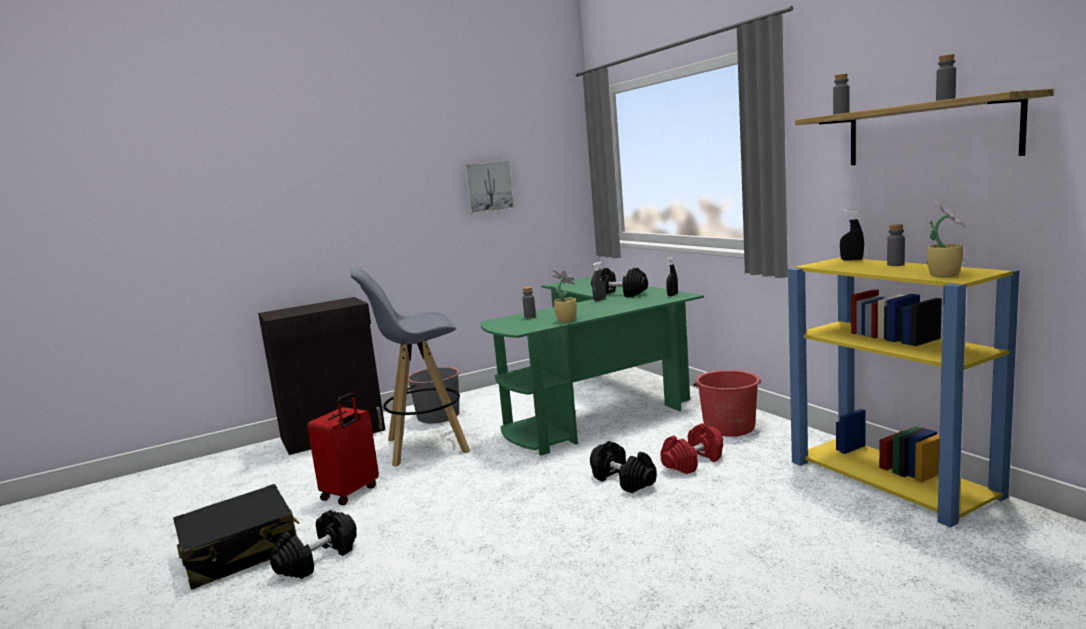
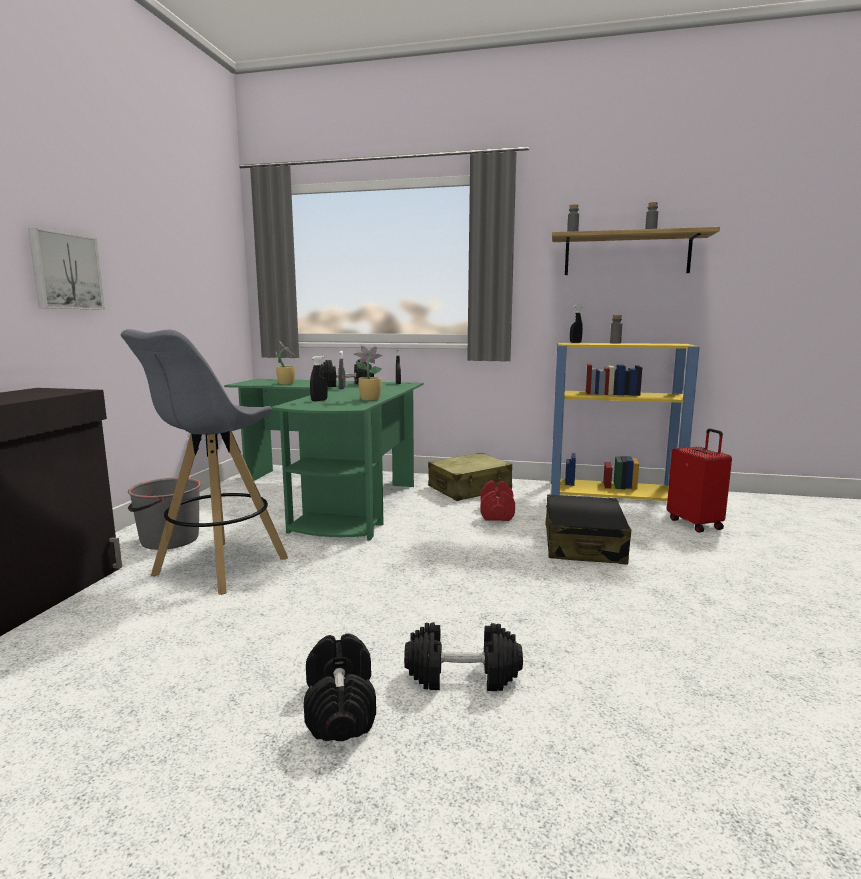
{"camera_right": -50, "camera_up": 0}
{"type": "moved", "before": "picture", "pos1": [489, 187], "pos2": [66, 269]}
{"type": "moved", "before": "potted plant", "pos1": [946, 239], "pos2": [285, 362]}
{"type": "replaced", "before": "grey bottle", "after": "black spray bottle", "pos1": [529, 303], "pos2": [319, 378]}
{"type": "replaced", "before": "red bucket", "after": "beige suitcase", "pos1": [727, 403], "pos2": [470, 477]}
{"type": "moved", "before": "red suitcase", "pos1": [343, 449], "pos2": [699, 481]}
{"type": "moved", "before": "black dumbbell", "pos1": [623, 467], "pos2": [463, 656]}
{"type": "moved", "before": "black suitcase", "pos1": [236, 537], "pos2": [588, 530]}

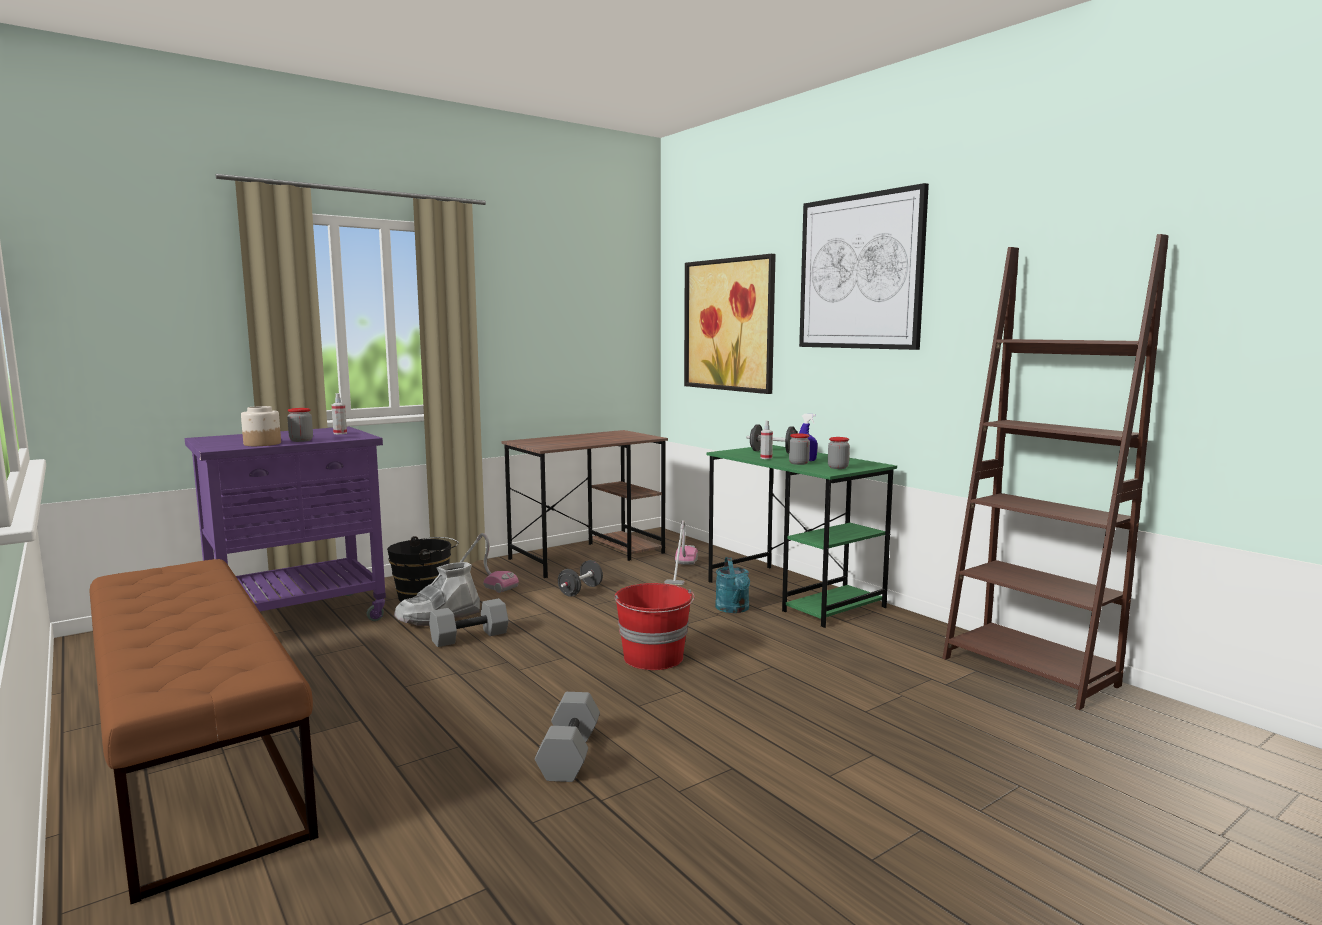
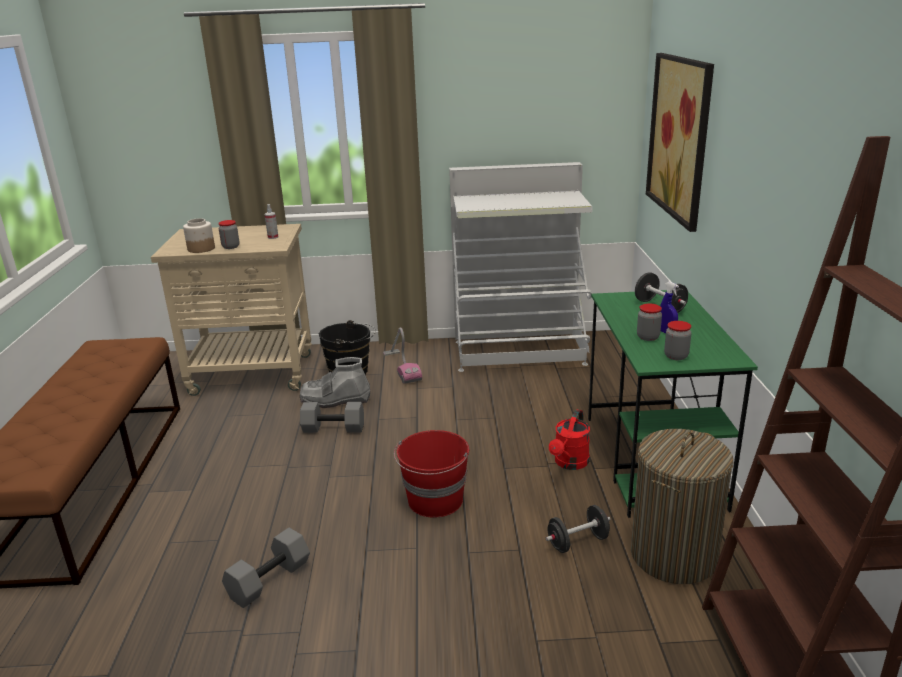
{"camera_right": 35, "camera_up": 15}
{"type": "removed", "before": "picture", "pos1": [864, 266]}
{"type": "removed", "before": "spray bottle", "pos1": [766, 440]}
{"type": "recoloured", "before": "purple cart", "after": "beige cart", "pos1": [285, 524], "pos2": [231, 310]}
{"type": "replaced", "before": "brown desk", "after": "white shoe rack", "pos1": [585, 504], "pos2": [520, 267]}
{"type": "removed", "before": "vacuum cleaner", "pos1": [681, 552]}
{"type": "recoloured", "before": "turquoise watering can", "after": "red watering can", "pos1": [732, 585], "pos2": [569, 439]}
{"type": "moved", "before": "black dumbbell", "pos1": [580, 578], "pos2": [578, 529]}
{"type": "added", "after": "laundry basket", "pos2": [682, 506]}

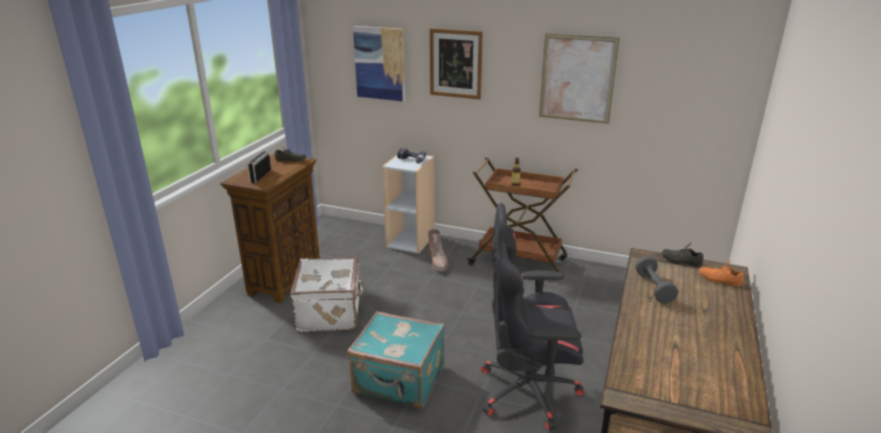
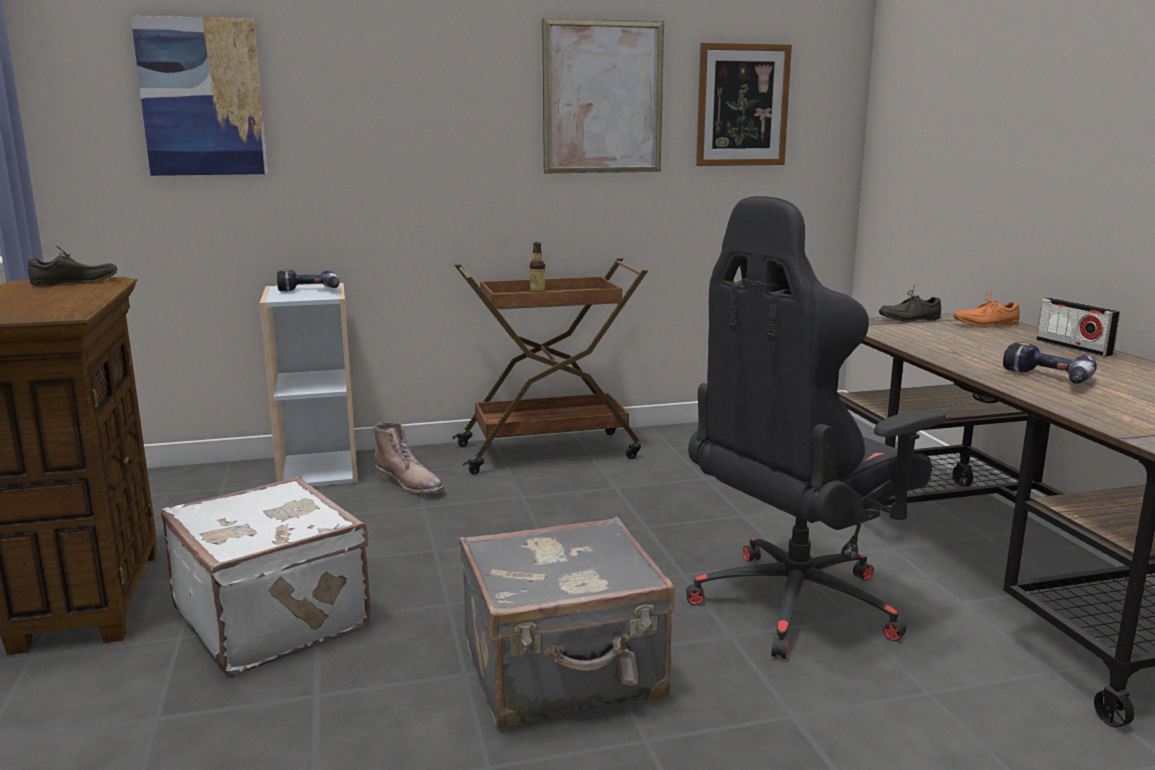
{"camera_right": -35, "camera_up": -10}
{"type": "moved", "before": "picture", "pos1": [456, 63], "pos2": [744, 104]}
{"type": "moved", "before": "radio", "pos1": [259, 167], "pos2": [1078, 327]}
{"type": "removed", "before": "grey dumbbell", "pos1": [656, 279]}
{"type": "recoloured", "before": "turquoise suitcase", "after": "grey suitcase", "pos1": [396, 359], "pos2": [567, 622]}
{"type": "added", "after": "power drill", "pos2": [1050, 363]}

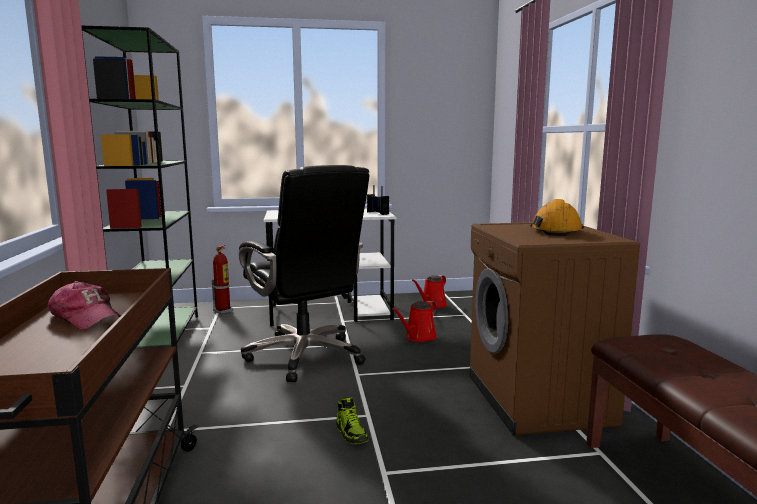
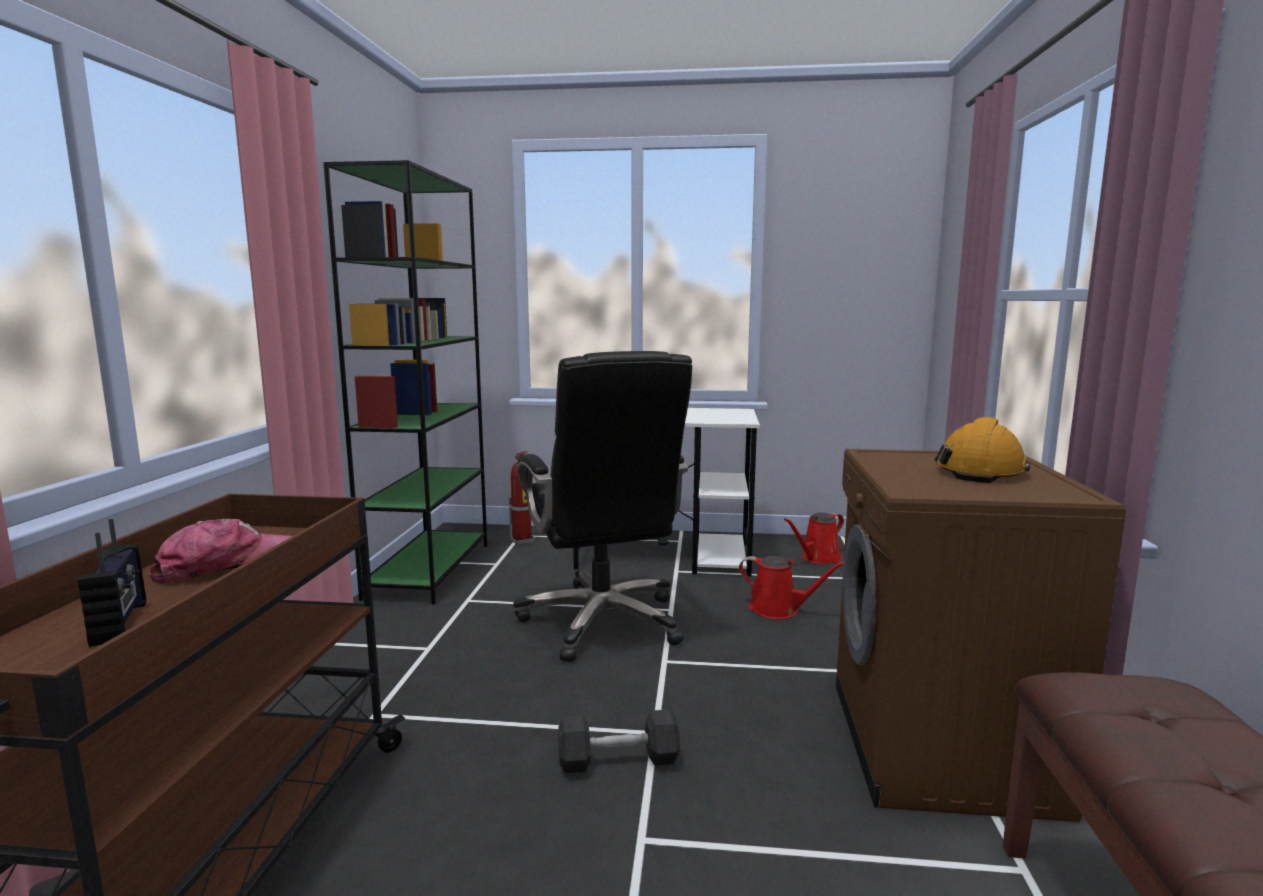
{"camera_right": 15, "camera_up": 0}
{"type": "moved", "before": "radio", "pos1": [378, 200], "pos2": [112, 582]}
{"type": "turned", "before": "cap", "pos1": [84, 305], "pos2": [220, 551], "turn": -90}
{"type": "turned", "before": "red watering can", "pos1": [414, 321], "pos2": [791, 587], "turn": -120}
{"type": "replaced", "before": "shoe", "after": "grey dumbbell", "pos1": [352, 420], "pos2": [619, 741]}

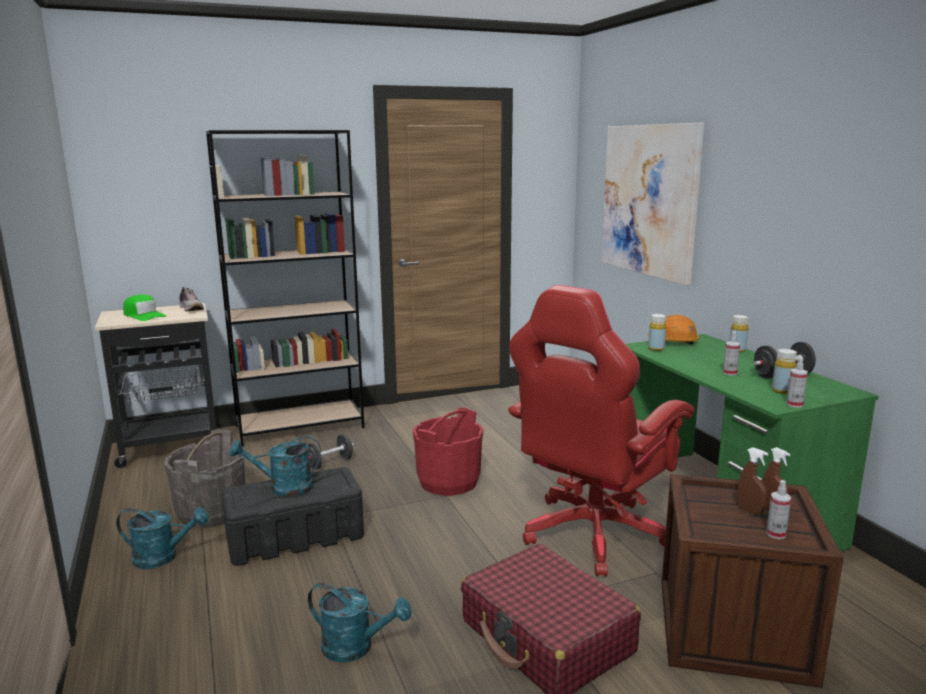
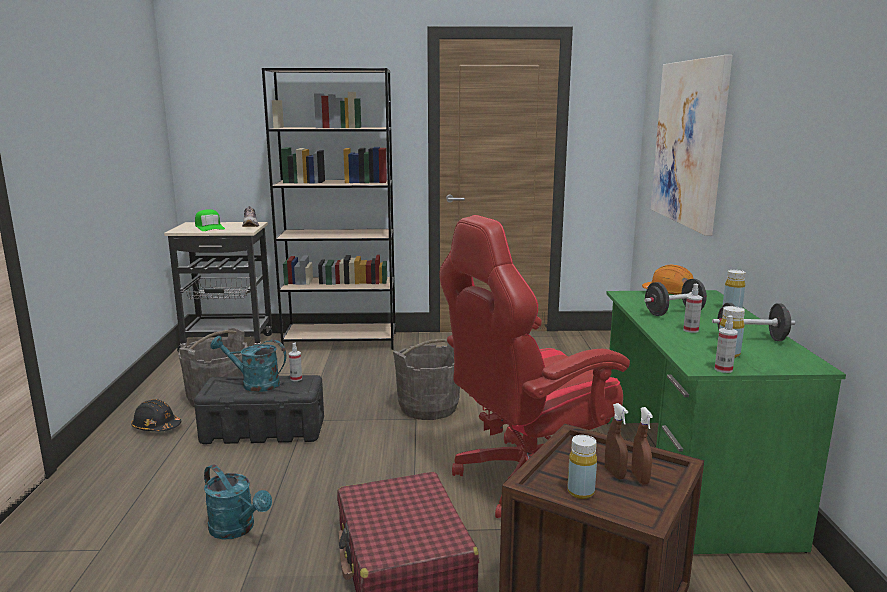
{"camera_right": 20, "camera_up": 0}
{"type": "moved", "before": "yellow bottle", "pos1": [657, 332], "pos2": [582, 467]}
{"type": "recoloured", "before": "red bucket", "after": "grey bucket", "pos1": [448, 452], "pos2": [426, 379]}
{"type": "moved", "before": "black dumbbell", "pos1": [331, 451], "pos2": [675, 297]}
{"type": "moved", "before": "spray bottle", "pos1": [778, 509], "pos2": [295, 362]}
{"type": "replaced", "before": "turquoise watering can", "after": "black hard hat", "pos1": [162, 538], "pos2": [156, 415]}

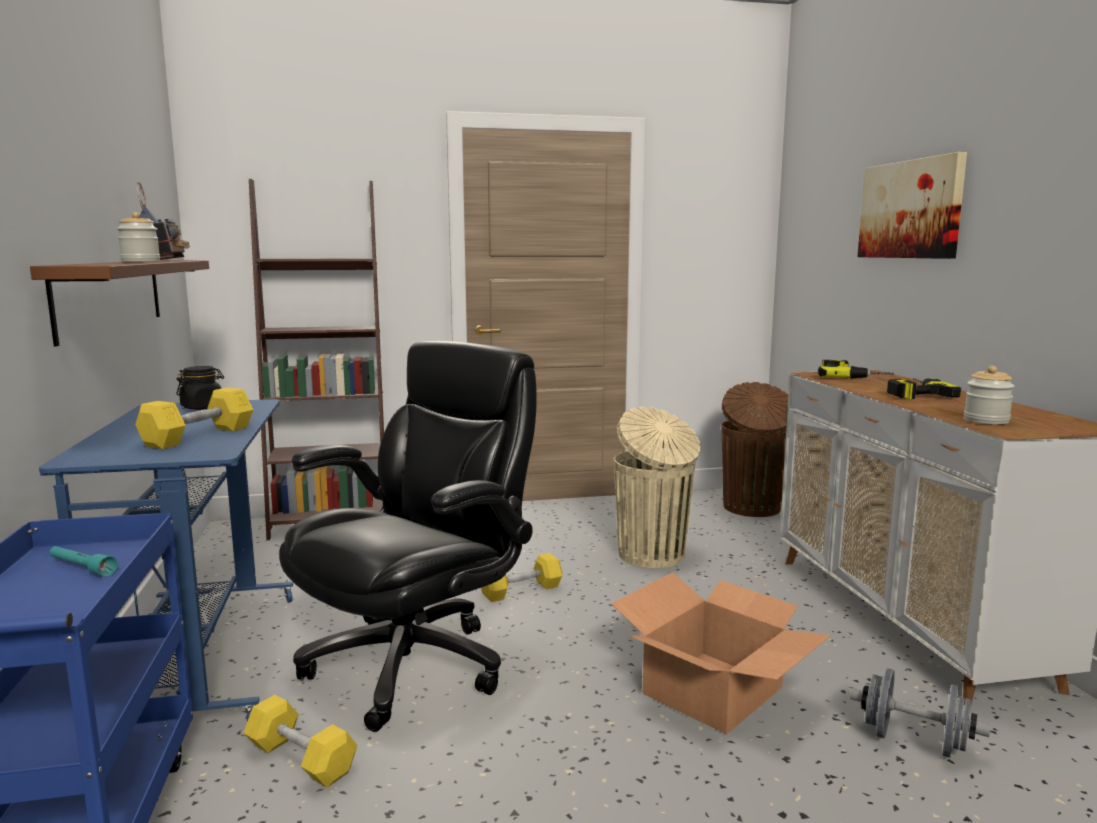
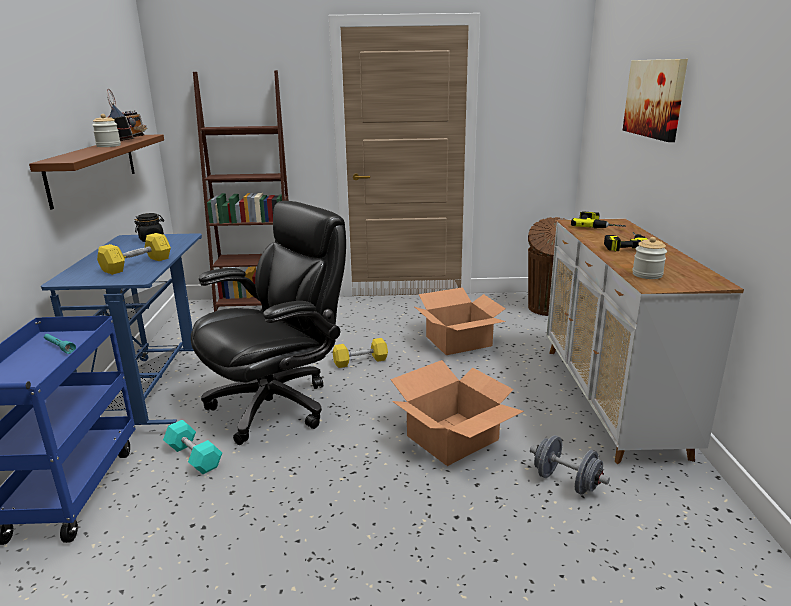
{"camera_right": 10, "camera_up": 10}
{"type": "replaced", "before": "beige trash can", "after": "cardboard box", "pos1": [657, 487], "pos2": [460, 321]}
{"type": "recoloured", "before": "yellow dumbbell", "after": "turquoise dumbbell", "pos1": [300, 741], "pos2": [192, 447]}

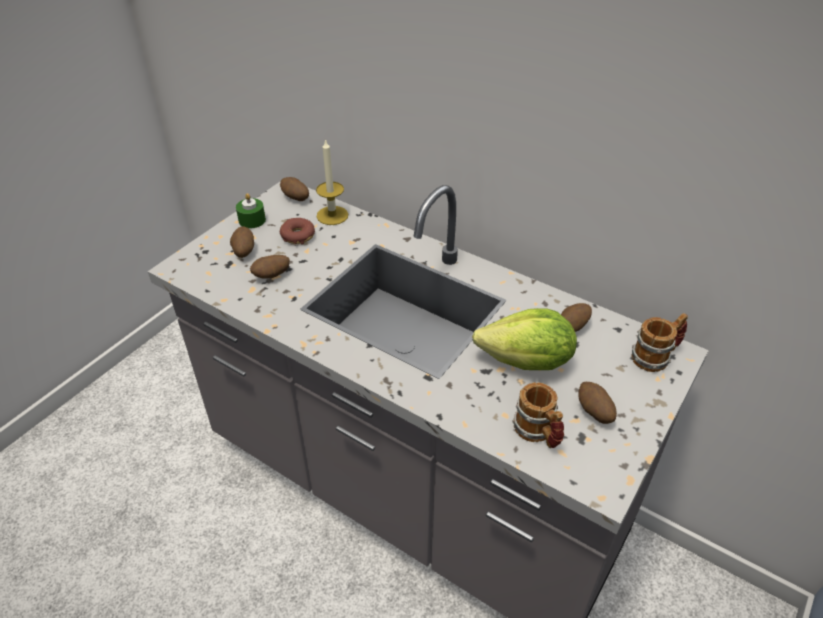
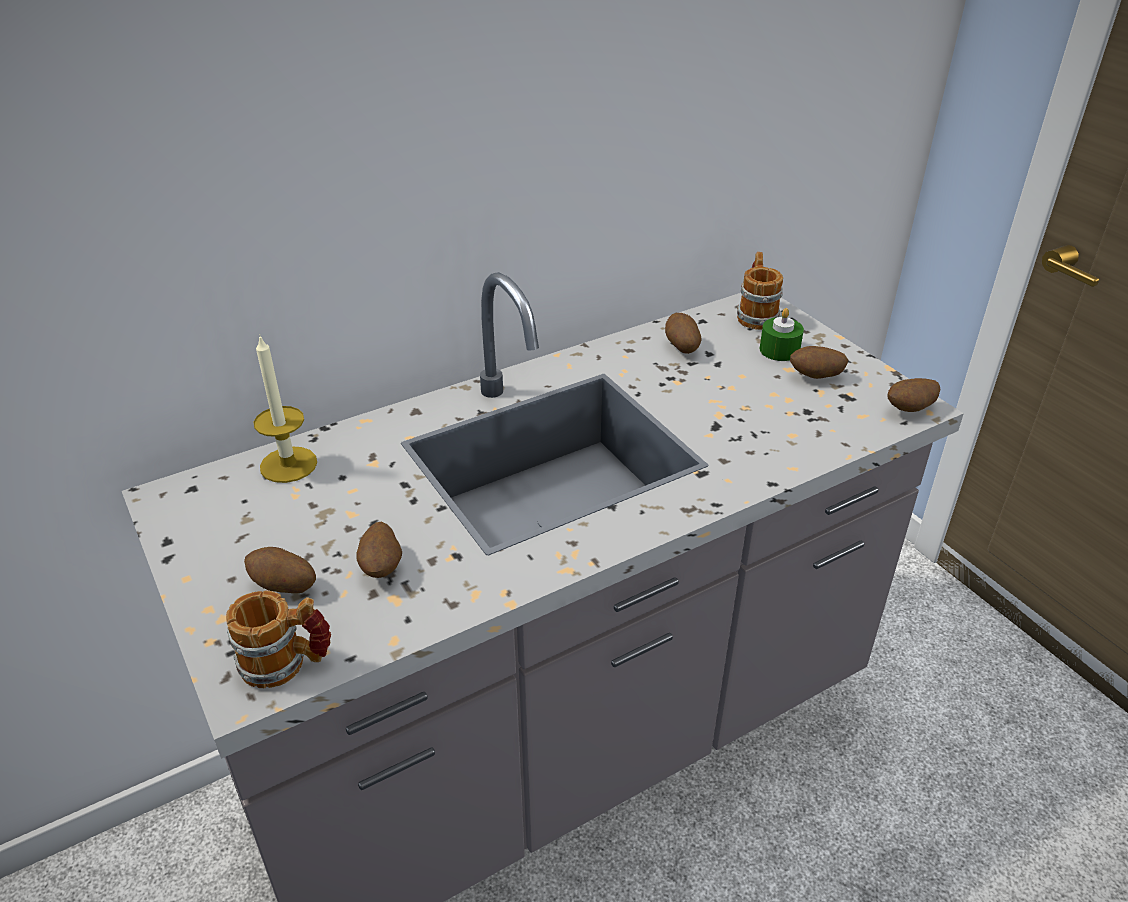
{"camera_right": -65, "camera_up": -5}
{"type": "moved", "before": "potato", "pos1": [294, 189], "pos2": [914, 395]}
{"type": "moved", "before": "green candle", "pos1": [251, 211], "pos2": [782, 334]}
{"type": "removed", "before": "donut", "pos1": [297, 231]}
{"type": "removed", "before": "lettuce", "pos1": [524, 339]}
{"type": "moved", "before": "mug", "pos1": [538, 415], "pos2": [278, 639]}

